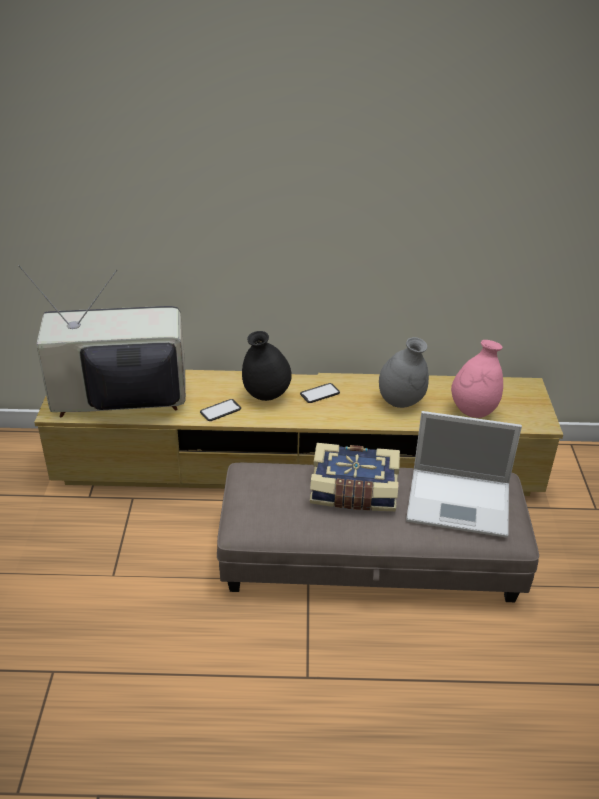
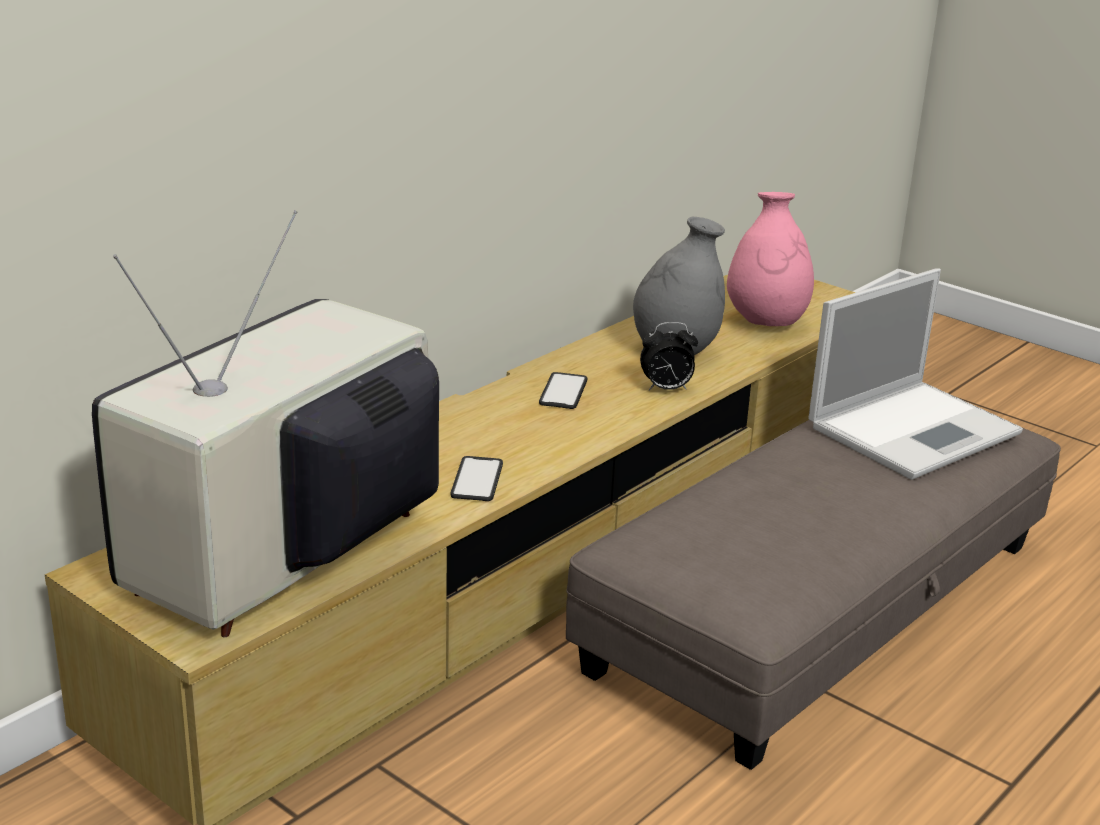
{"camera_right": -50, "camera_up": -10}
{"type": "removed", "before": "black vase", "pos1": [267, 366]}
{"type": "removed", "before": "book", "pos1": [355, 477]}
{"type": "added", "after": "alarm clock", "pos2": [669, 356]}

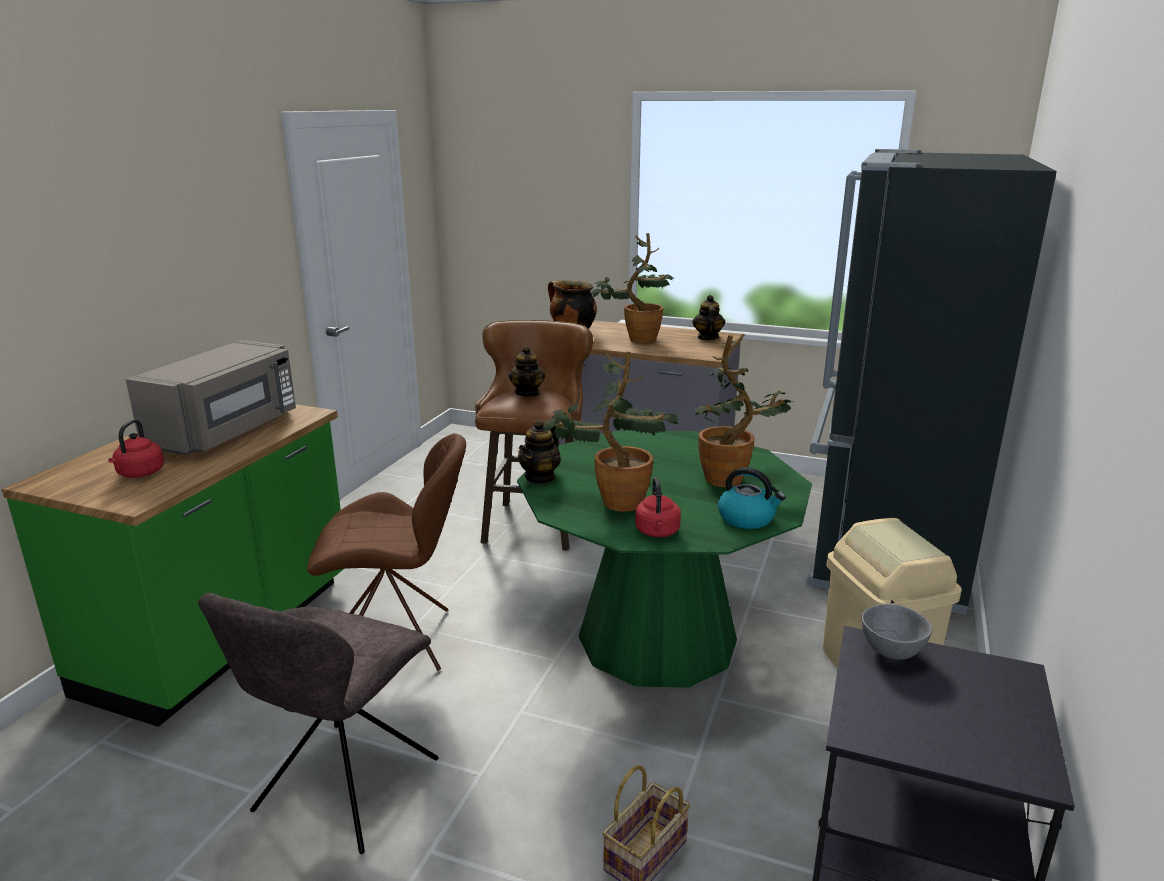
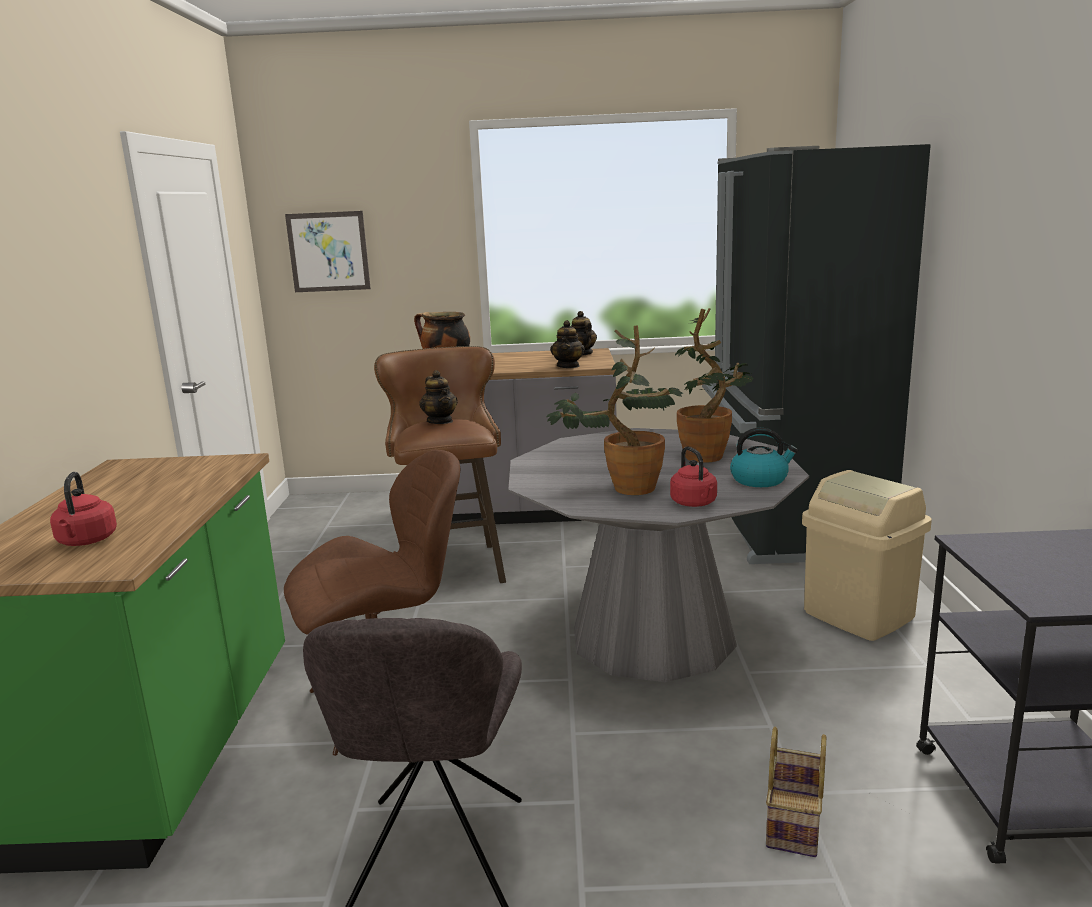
{"camera_right": -20, "camera_up": -5}
{"type": "removed", "before": "potted plant", "pos1": [632, 288]}
{"type": "removed", "before": "grey microwave", "pos1": [211, 397]}
{"type": "moved", "before": "teapot", "pos1": [539, 452], "pos2": [567, 344]}
{"type": "recoloured", "before": "green dining table", "after": "grey dining table", "pos1": [664, 559], "pos2": [658, 555]}
{"type": "removed", "before": "grey bowl", "pos1": [896, 632]}
{"type": "added", "after": "picture", "pos2": [328, 251]}

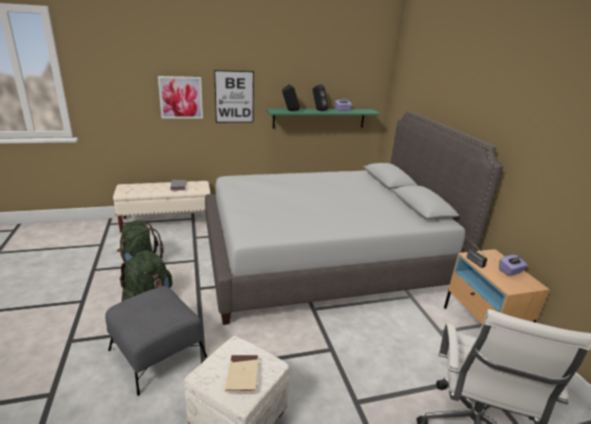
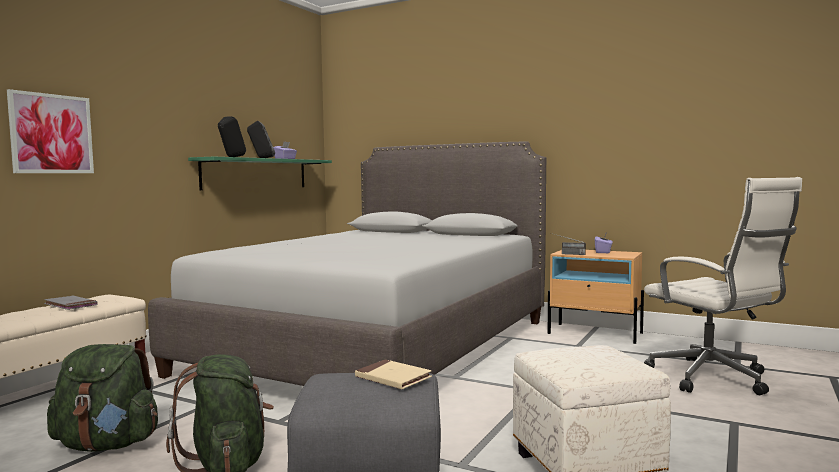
{"camera_right": -45, "camera_up": -20}
{"type": "removed", "before": "picture", "pos1": [234, 96]}
{"type": "moved", "before": "beige book", "pos1": [242, 374], "pos2": [393, 374]}

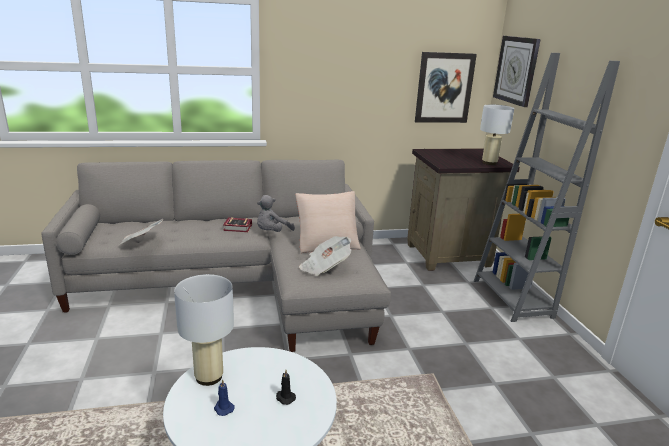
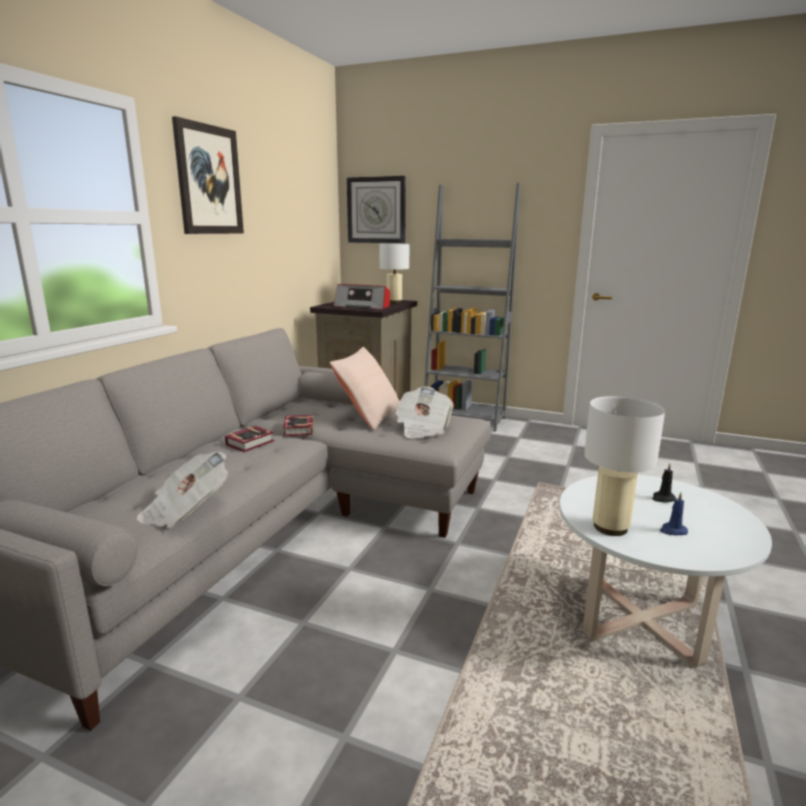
{"camera_right": -55, "camera_up": -5}
{"type": "moved", "before": "picture", "pos1": [446, 87], "pos2": [208, 175]}
{"type": "replaced", "before": "grey plush toy", "after": "book", "pos1": [276, 213], "pos2": [298, 425]}
{"type": "added", "after": "radio", "pos2": [362, 297]}

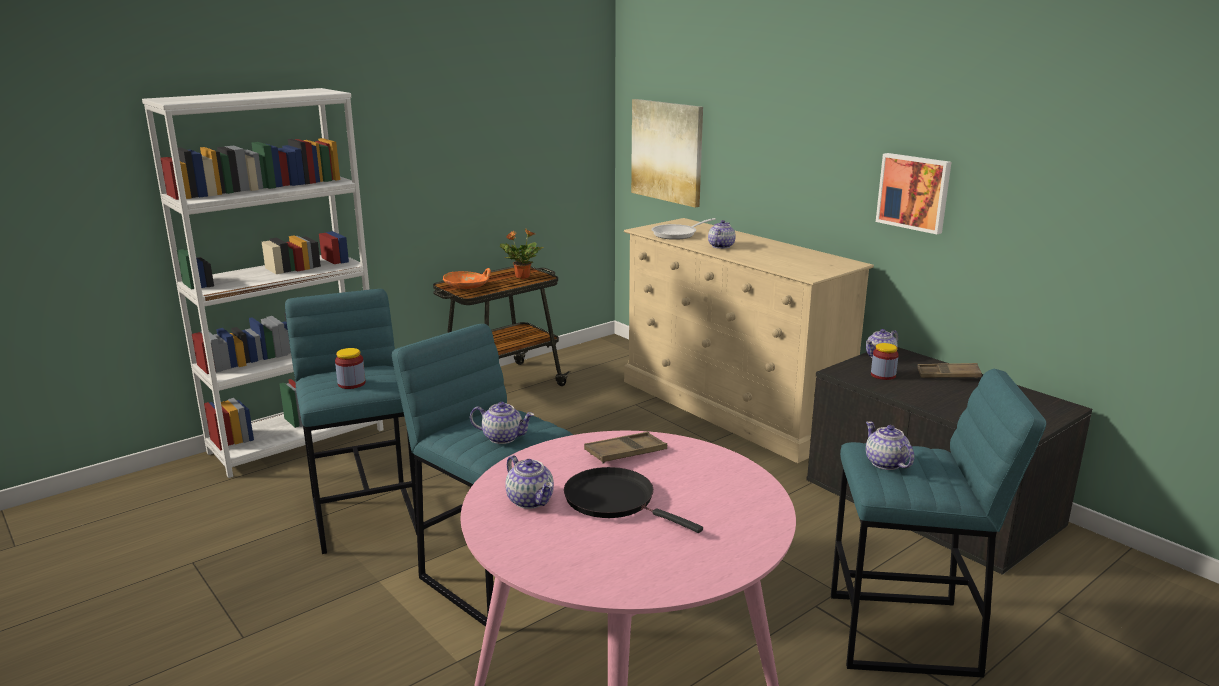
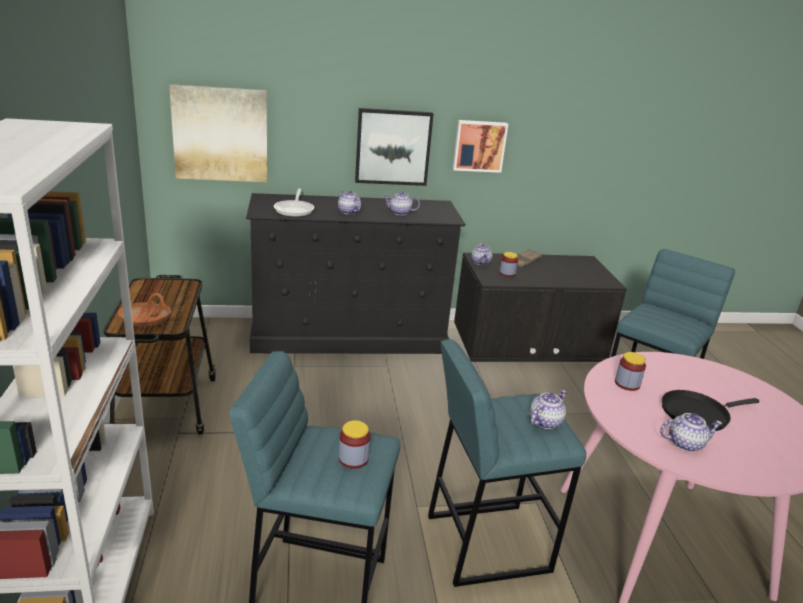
{"camera_right": -60, "camera_up": 5}
{"type": "recoloured", "before": "beige dresser", "after": "black dresser", "pos1": [749, 340], "pos2": [356, 273]}
{"type": "removed", "before": "potted plant", "pos1": [521, 254]}
{"type": "moved", "before": "teapot", "pos1": [890, 445], "pos2": [401, 203]}
{"type": "replaced", "before": "brown tray", "after": "jar", "pos1": [625, 448], "pos2": [630, 371]}
{"type": "added", "after": "picture", "pos2": [394, 147]}

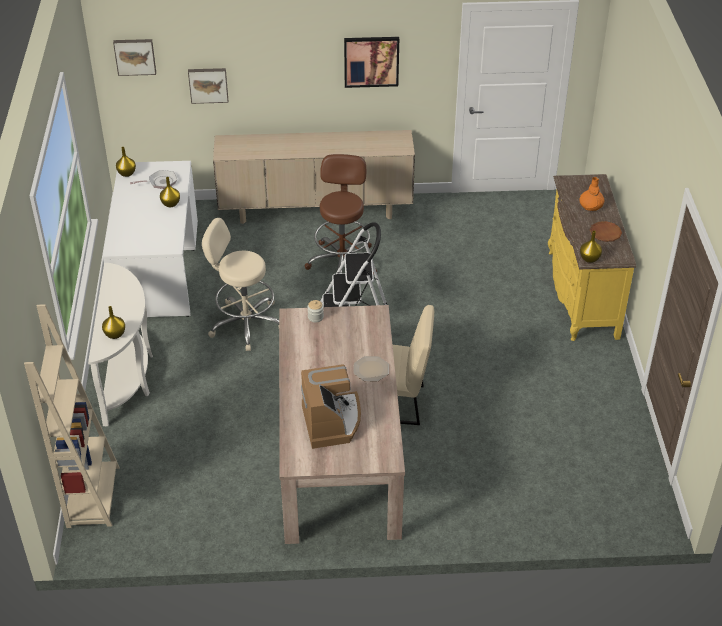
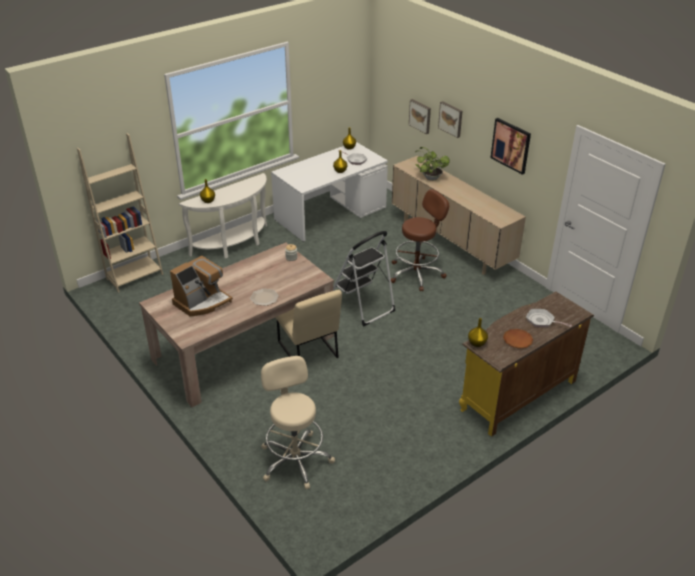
{"camera_right": 55, "camera_up": -5}
{"type": "moved", "before": "picture", "pos1": [134, 57], "pos2": [450, 119]}
{"type": "replaced", "before": "orange vase", "after": "frying pan", "pos1": [592, 194], "pos2": [549, 318]}
{"type": "moved", "before": "beige stool", "pos1": [240, 284], "pos2": [298, 422]}
{"type": "added", "after": "potted plant", "pos2": [432, 164]}

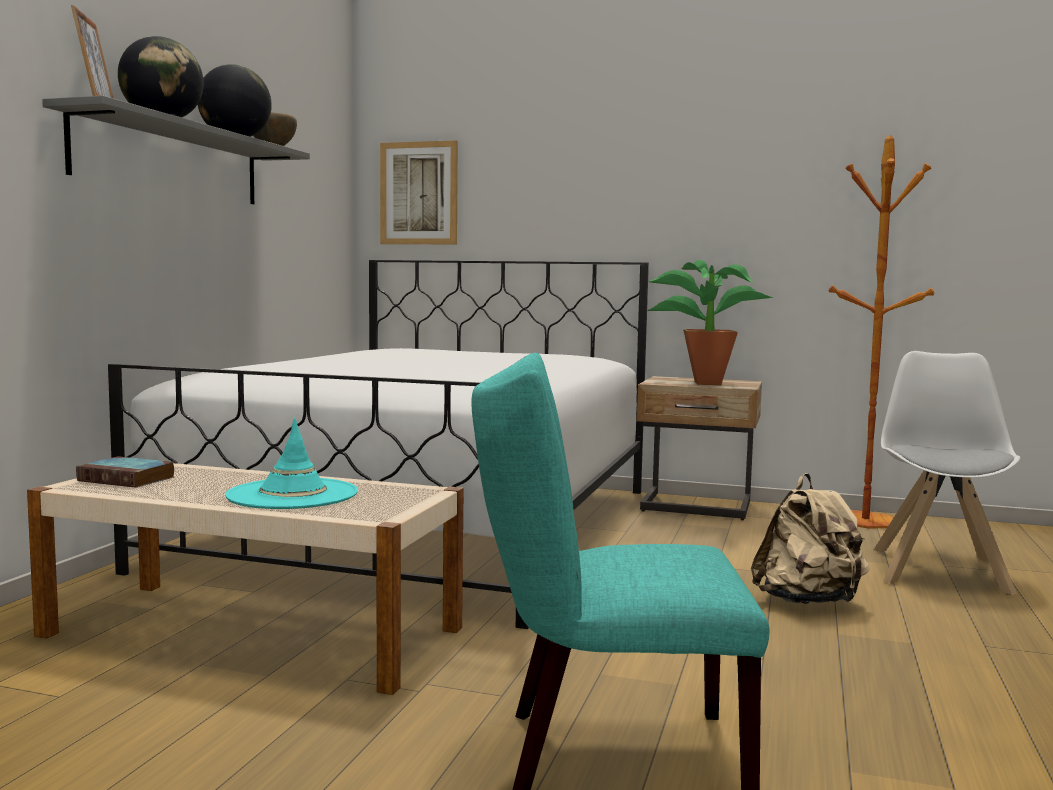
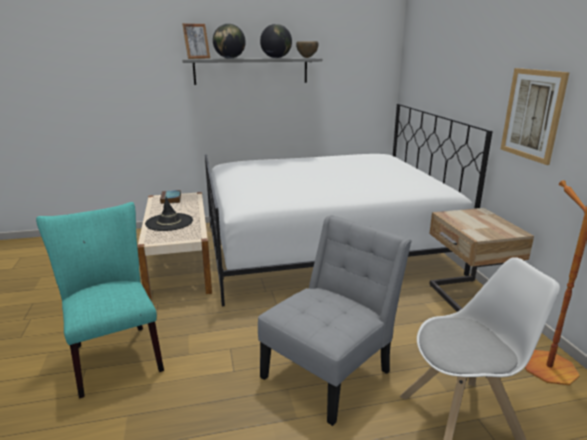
{"camera_right": 60, "camera_up": 15}
{"type": "moved", "before": "picture", "pos1": [419, 192], "pos2": [535, 116]}
{"type": "removed", "before": "potted plant", "pos1": [709, 322]}
{"type": "recoloured", "before": "turquoise hat", "after": "black hat", "pos1": [291, 463], "pos2": [169, 214]}
{"type": "replaced", "before": "beige backpack", "after": "grey chair", "pos1": [810, 538], "pos2": [335, 320]}

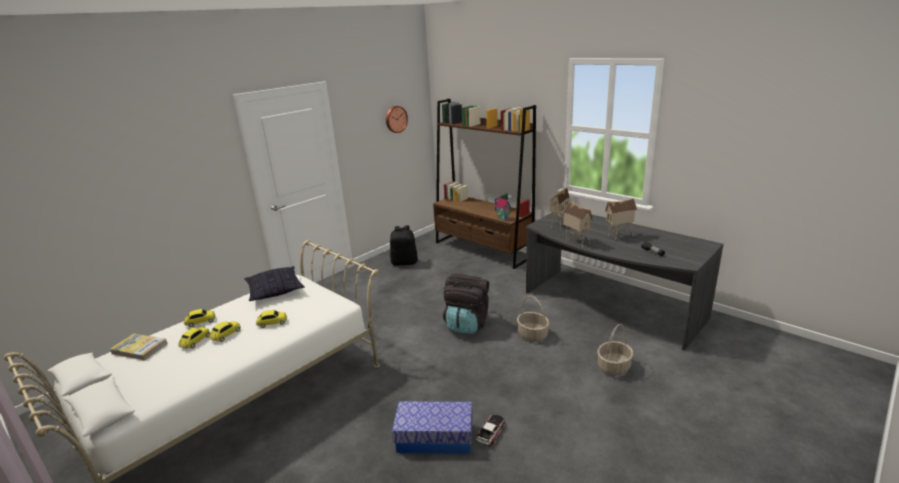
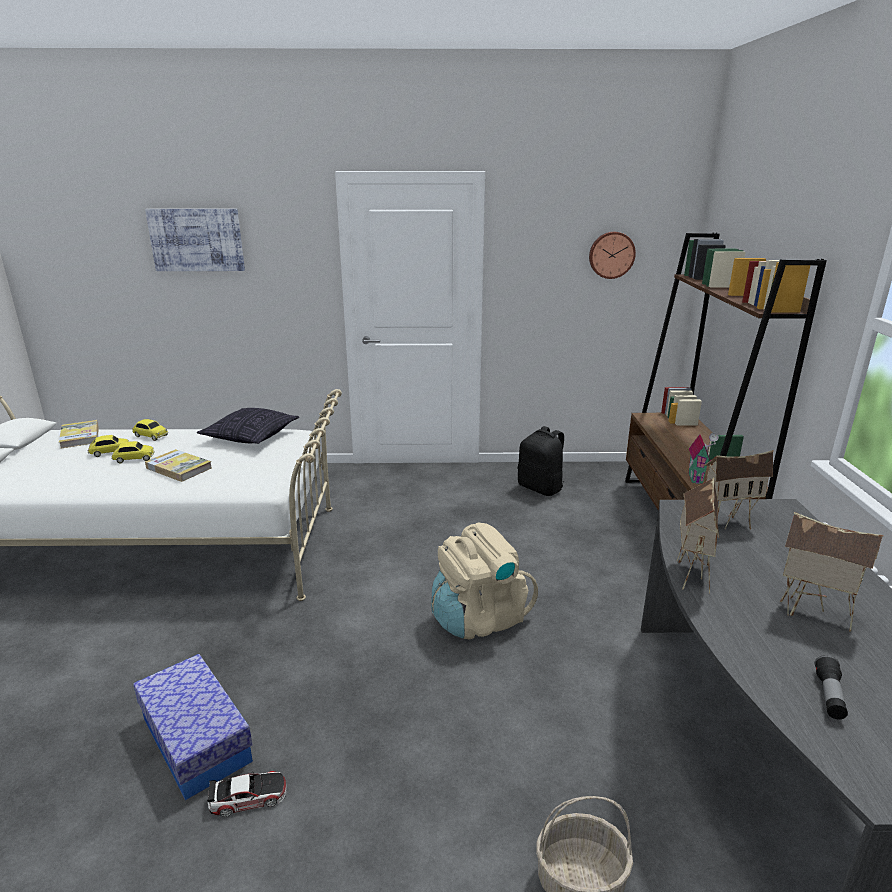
{"camera_right": 45, "camera_up": 0}
{"type": "recoloured", "before": "black backpack", "after": "beige backpack", "pos1": [466, 303], "pos2": [484, 580]}
{"type": "removed", "before": "basket", "pos1": [533, 318]}
{"type": "replaced", "before": "toy car", "after": "book", "pos1": [271, 319], "pos2": [178, 465]}
{"type": "added", "after": "picture", "pos2": [195, 240]}

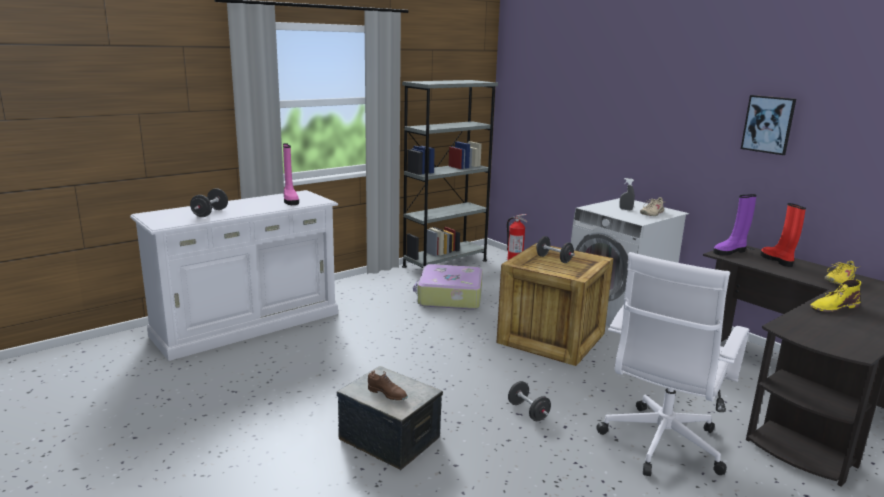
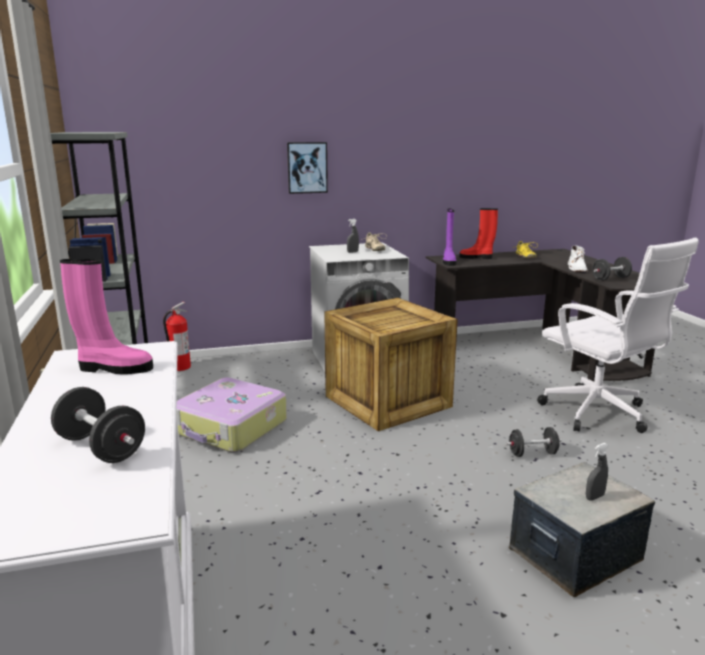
{"camera_right": -65, "camera_up": 0}
{"type": "moved", "before": "picture", "pos1": [768, 125], "pos2": [307, 168]}
{"type": "moved", "before": "black dumbbell", "pos1": [555, 249], "pos2": [612, 269]}
{"type": "recoloured", "before": "yellow boot", "after": "white boot", "pos1": [835, 295], "pos2": [578, 259]}
{"type": "replaced", "before": "brown shoe", "after": "grey spray bottle", "pos1": [388, 385], "pos2": [597, 472]}

